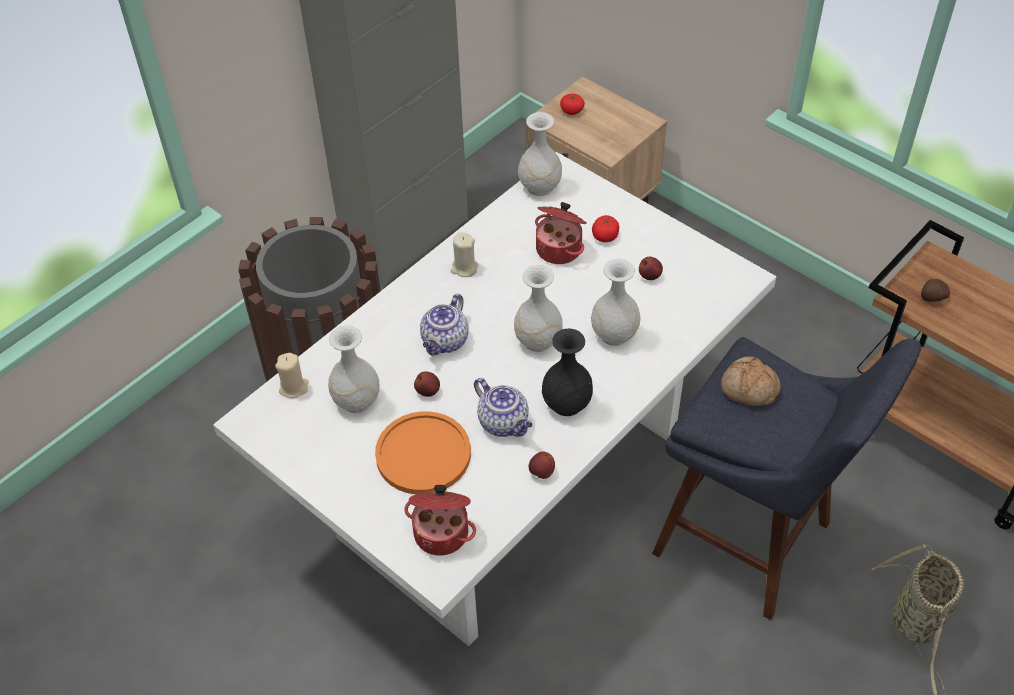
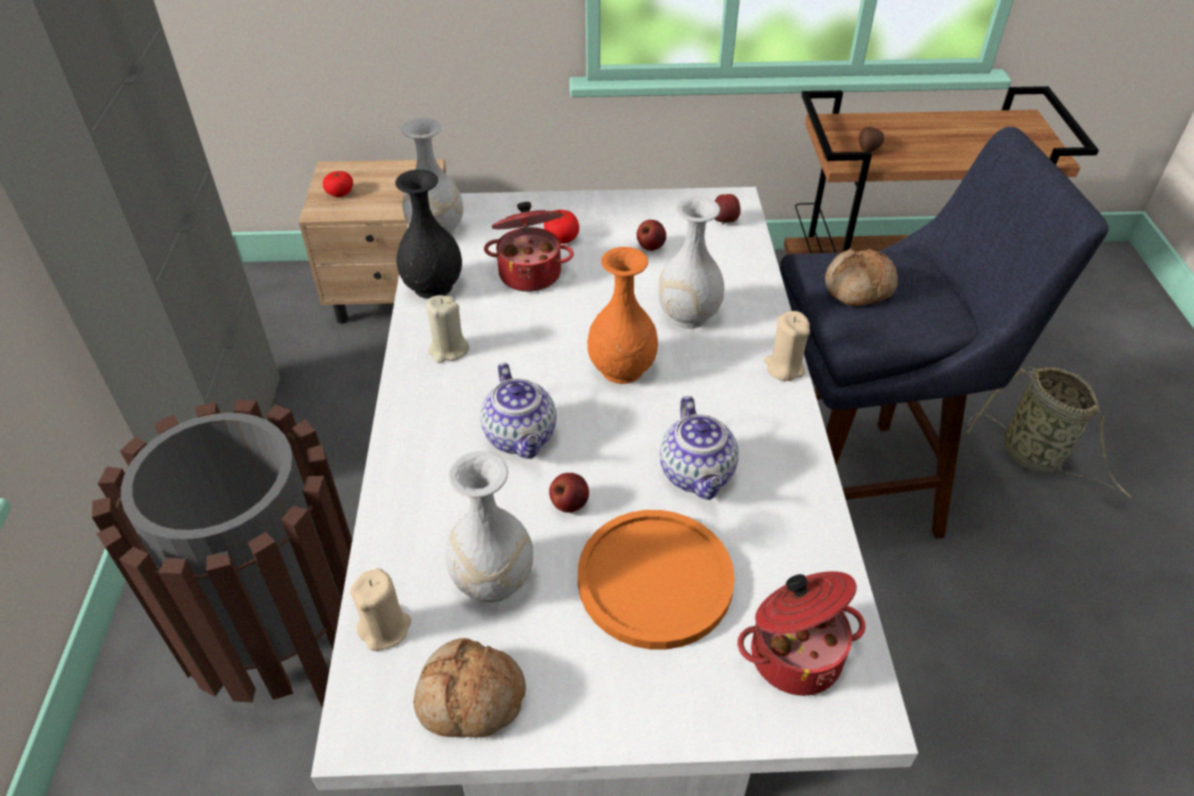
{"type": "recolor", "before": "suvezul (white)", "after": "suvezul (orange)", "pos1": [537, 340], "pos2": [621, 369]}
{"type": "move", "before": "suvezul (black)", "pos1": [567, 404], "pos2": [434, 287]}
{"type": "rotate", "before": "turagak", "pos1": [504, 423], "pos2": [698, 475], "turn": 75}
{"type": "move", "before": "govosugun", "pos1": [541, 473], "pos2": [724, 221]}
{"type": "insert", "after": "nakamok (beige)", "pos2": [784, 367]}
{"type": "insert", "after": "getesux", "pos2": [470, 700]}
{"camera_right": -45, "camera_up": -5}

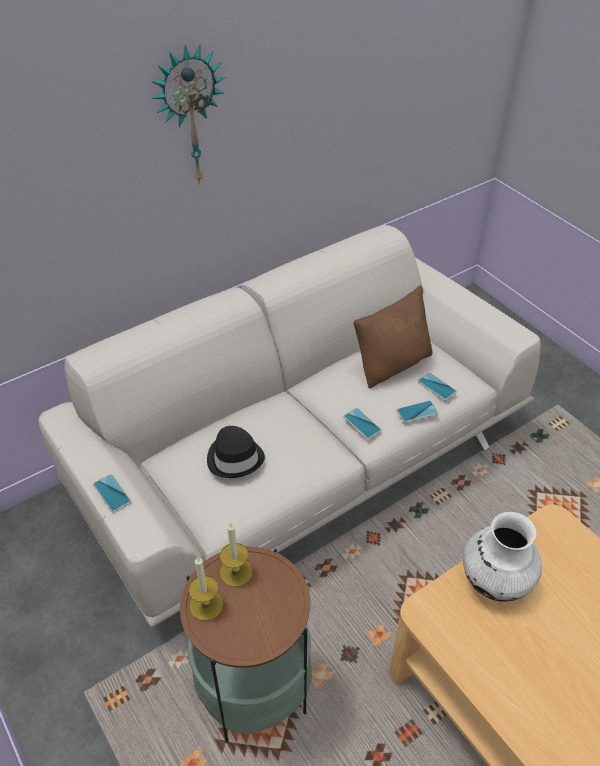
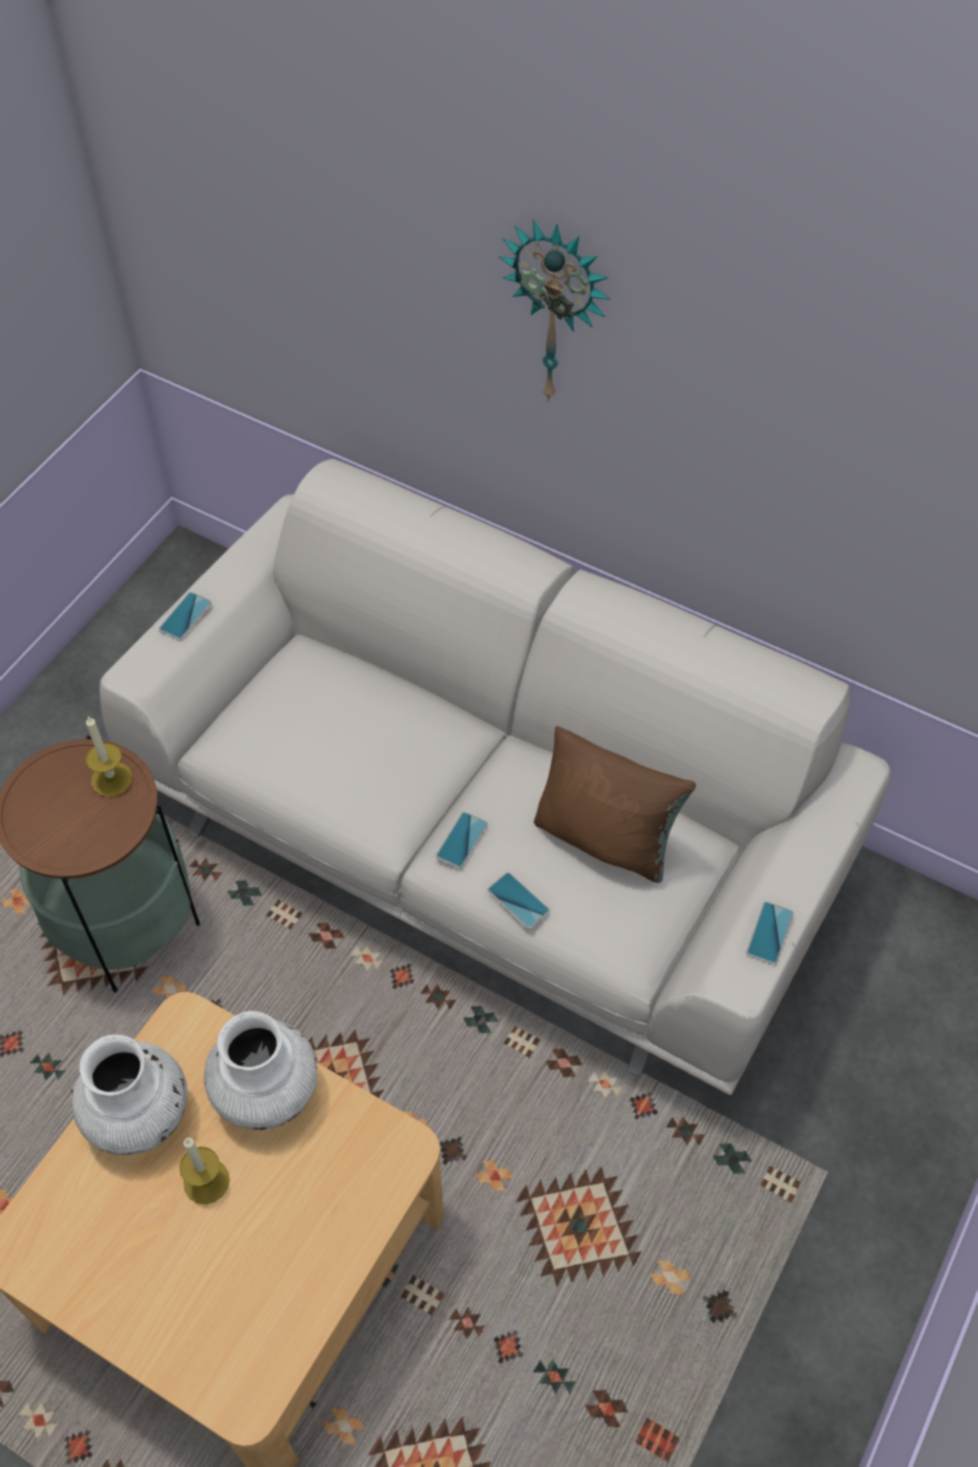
{"type": "move", "before": "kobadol", "pos1": [437, 386], "pos2": [769, 933]}
{"type": "delete", "before": "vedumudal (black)", "pos1": [235, 458]}
{"type": "move", "before": "nakamok", "pos1": [206, 605], "pos2": [206, 1181]}
{"type": "insert", "after": "suvezul (white)", "pos2": [140, 1116]}
{"camera_right": 65, "camera_up": 10}

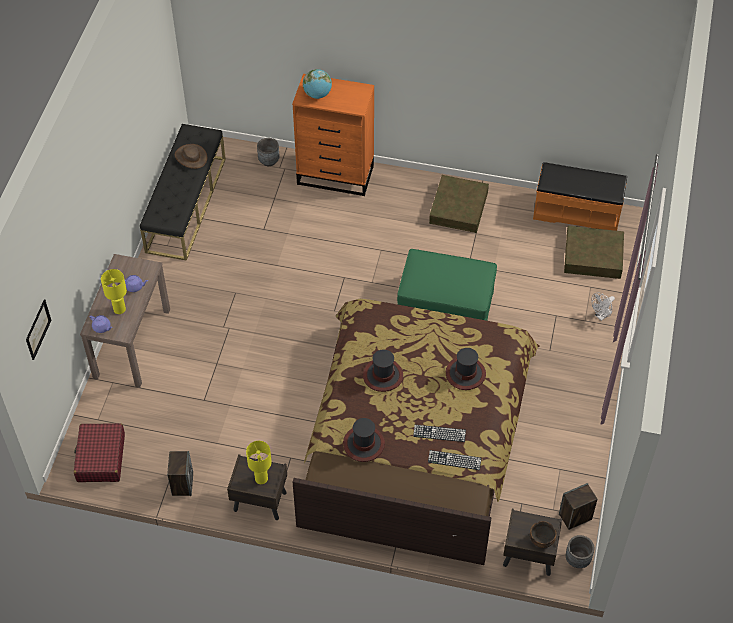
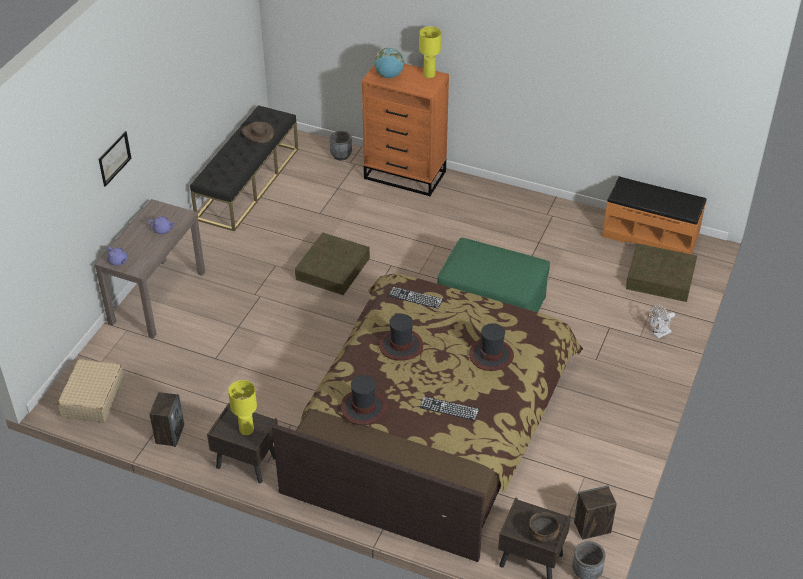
{"type": "move", "before": "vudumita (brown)", "pos1": [458, 208], "pos2": [333, 269]}
{"type": "move", "before": "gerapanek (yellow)", "pos1": [119, 309], "pos2": [429, 74]}
{"type": "move", "before": "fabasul", "pos1": [38, 329], "pos2": [114, 158]}
{"type": "recolor", "before": "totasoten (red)", "after": "totasoten (beige)", "pos1": [100, 458], "pos2": [92, 398]}
{"type": "move", "before": "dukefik", "pos1": [454, 460], "pos2": [415, 297]}
{"camera_right": 10, "camera_up": -10}

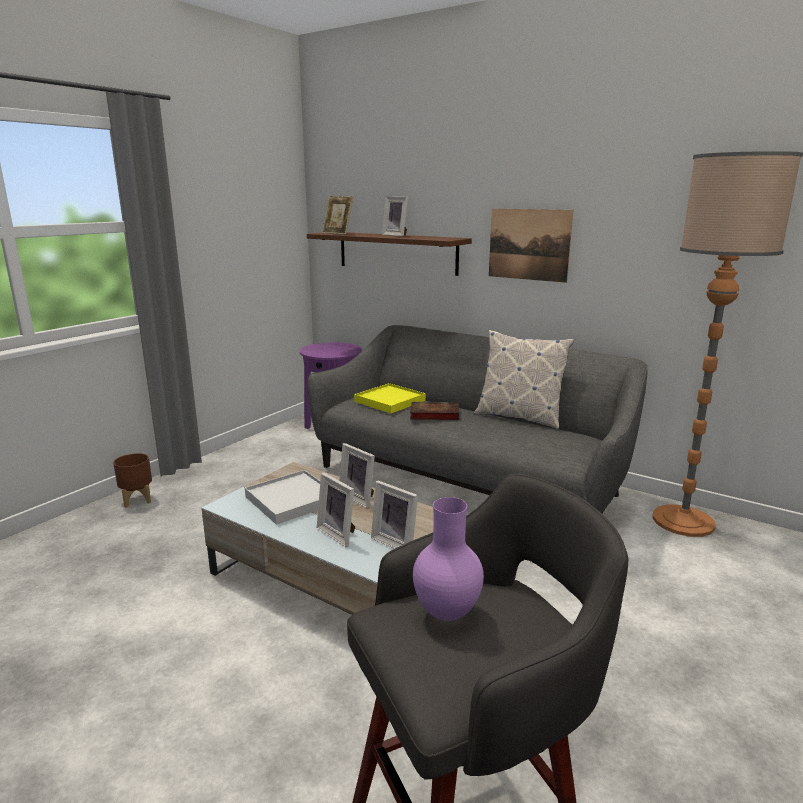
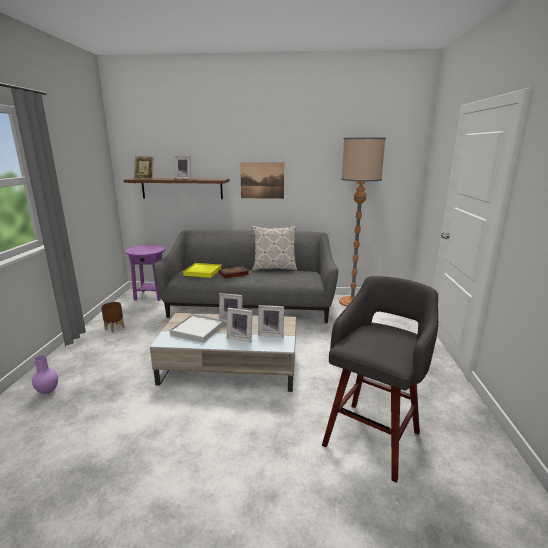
{"type": "move", "before": "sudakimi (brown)", "pos1": [137, 499], "pos2": [114, 328]}
{"type": "move", "before": "suvezul (purple)", "pos1": [447, 612], "pos2": [48, 391]}
{"camera_right": -30, "camera_up": 0}

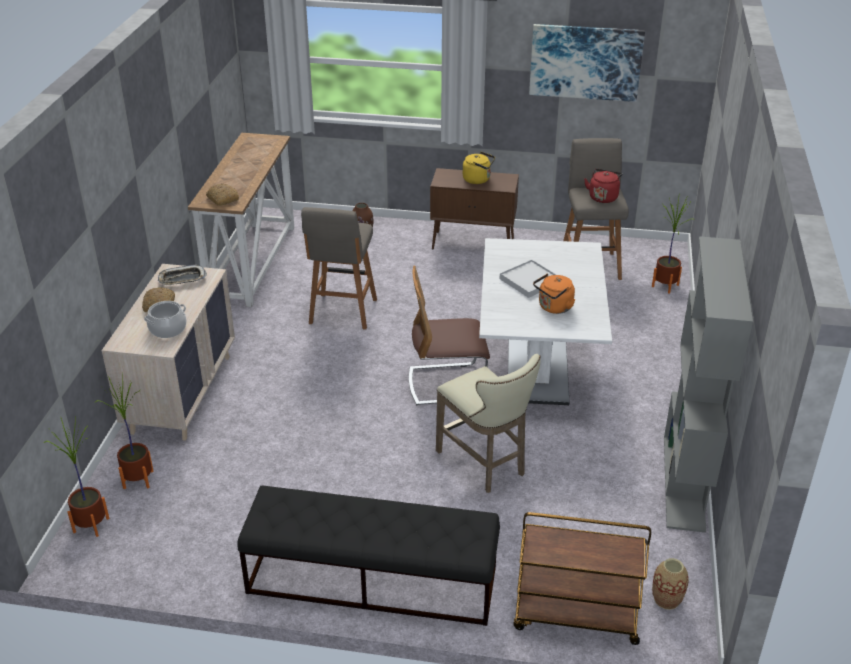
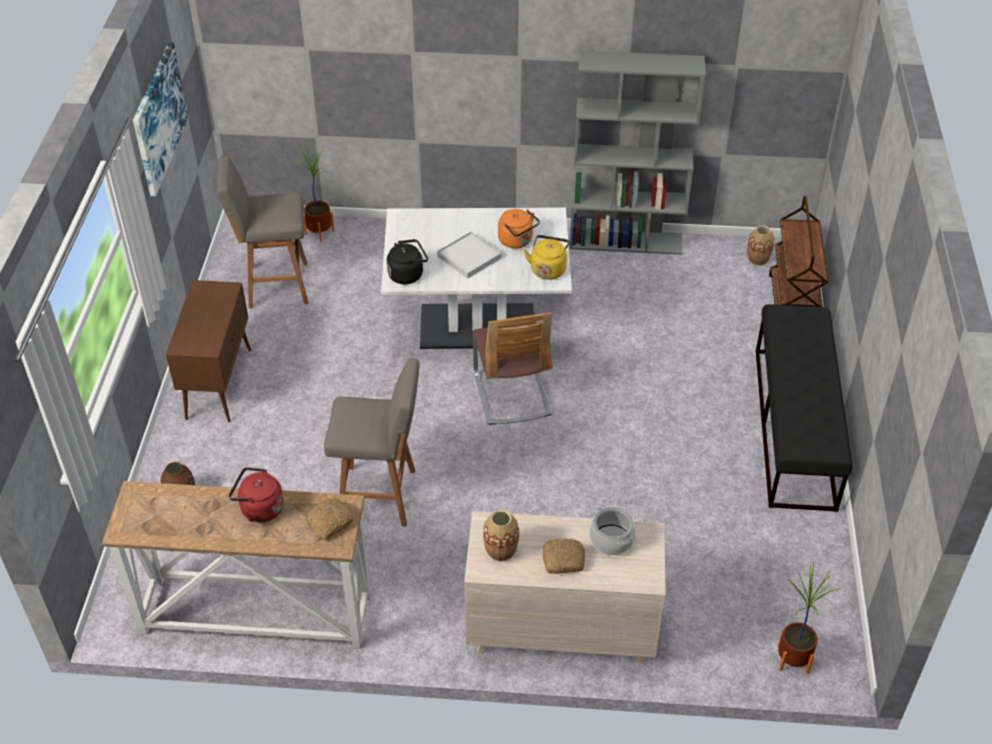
{"type": "move", "before": "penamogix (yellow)", "pos1": [478, 180], "pos2": [548, 269]}
{"type": "move", "before": "penamogix (red)", "pos1": [603, 197], "pos2": [259, 509]}
{"type": "replace", "before": "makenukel", "after": "suvezul", "pos1": [182, 279], "pos2": [501, 550]}
{"type": "delete", "before": "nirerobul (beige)", "pos1": [484, 464]}
{"type": "delete", "before": "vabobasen", "pos1": [138, 479]}
{"type": "insert", "after": "penamogix (black)", "pos2": [407, 274]}
{"camera_right": -95, "camera_up": 10}

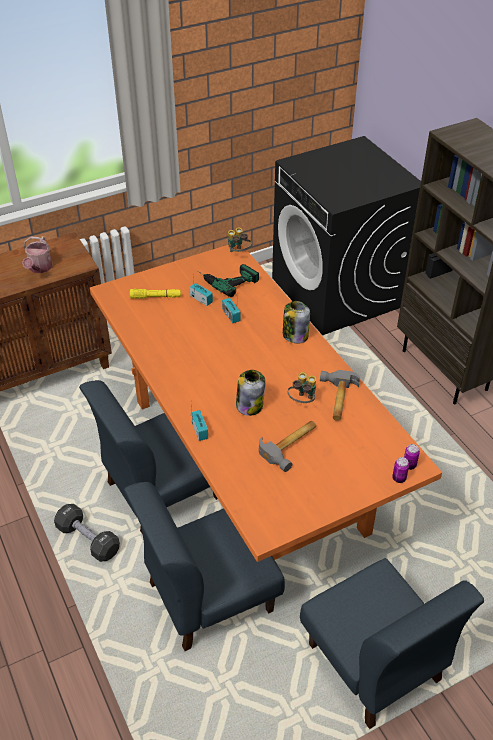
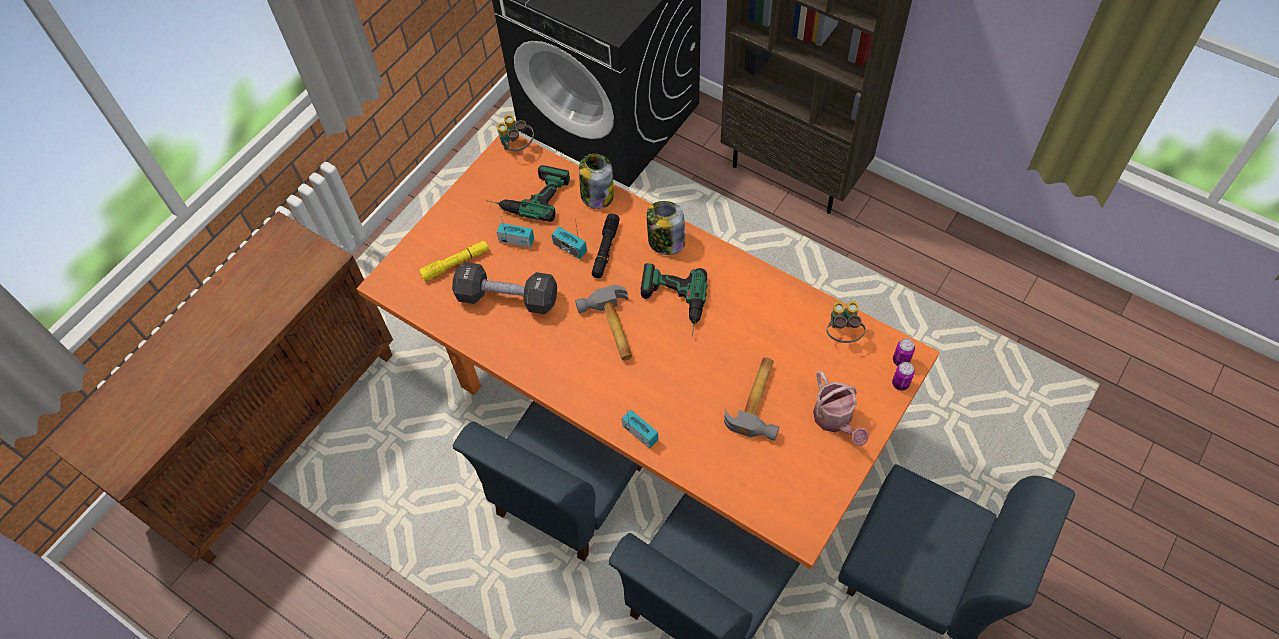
{"type": "move", "before": "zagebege", "pos1": [39, 268], "pos2": [835, 420]}
{"type": "move", "before": "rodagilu", "pos1": [249, 405], "pos2": [597, 195]}
{"type": "move", "before": "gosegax", "pos1": [336, 399], "pos2": [611, 329]}
{"type": "move", "before": "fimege", "pos1": [302, 401], "pos2": [842, 334]}
{"type": "move", "before": "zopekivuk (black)", "pos1": [88, 540], "pos2": [507, 298]}
{"type": "insert", "after": "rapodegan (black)", "pos2": [605, 250]}
{"type": "insert", "after": "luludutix", "pos2": [672, 304]}
{"camera_right": -25, "camera_up": 15}

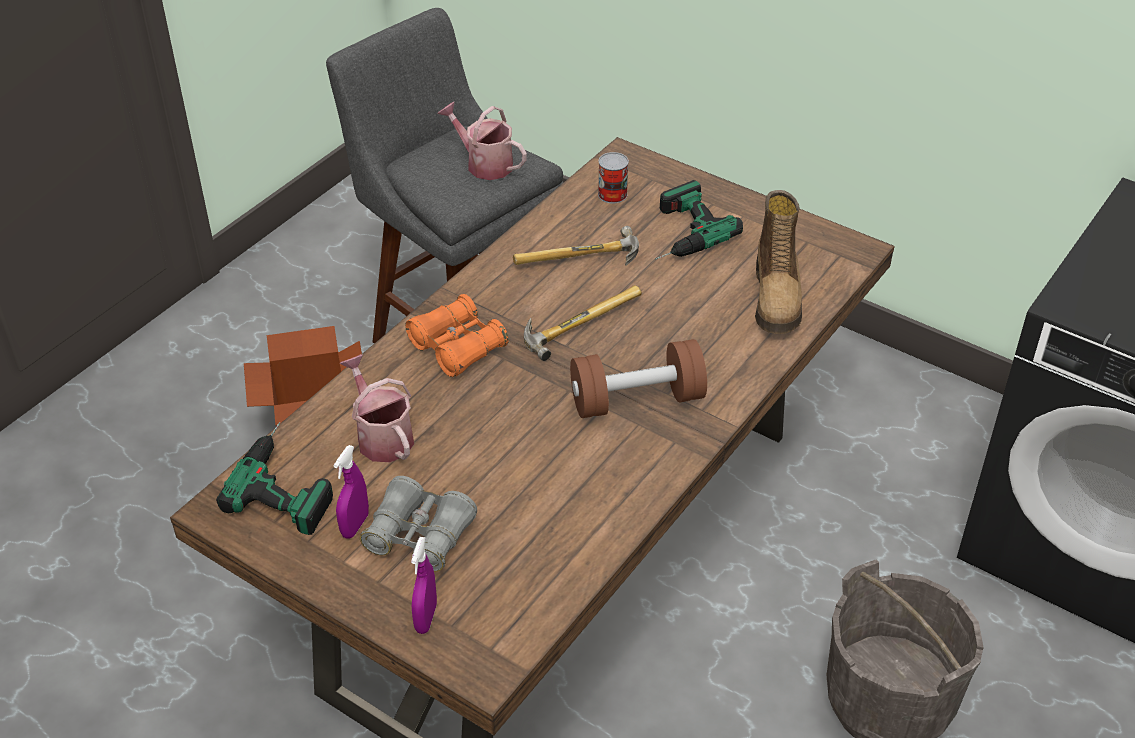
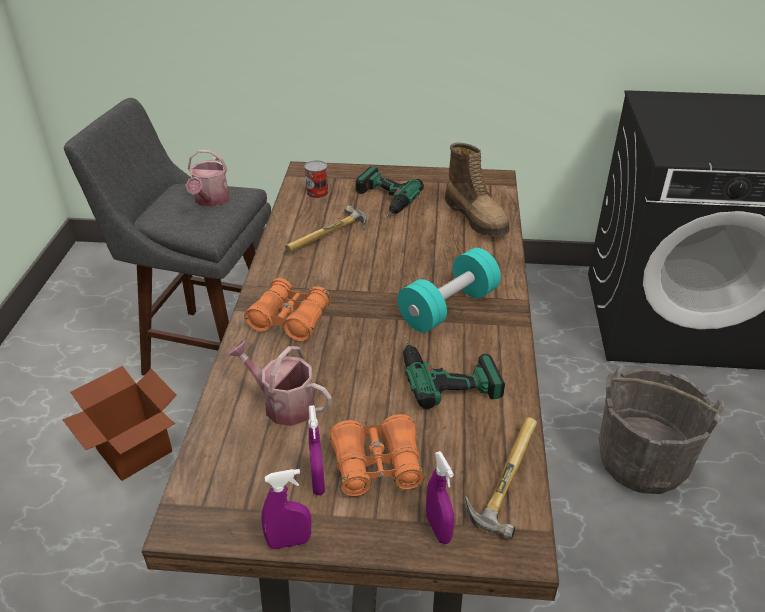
{"type": "rotate", "before": "zagebege", "pos1": [484, 163], "pos2": [210, 200], "turn": -90}
{"type": "move", "before": "gosegax", "pos1": [579, 321], "pos2": [501, 476]}
{"type": "recolor", "before": "zopekivuk (brown)", "after": "zopekivuk (turquoise)", "pos1": [637, 400], "pos2": [448, 307]}
{"type": "move", "before": "luludutix", "pos1": [289, 480], "pos2": [446, 370]}
{"type": "recolor", "before": "fimege (grey)", "after": "fimege (orange)", "pos1": [419, 535], "pos2": [377, 466]}
{"type": "insert", "after": "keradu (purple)", "pos2": [289, 542]}
{"camera_right": -30, "camera_up": -5}

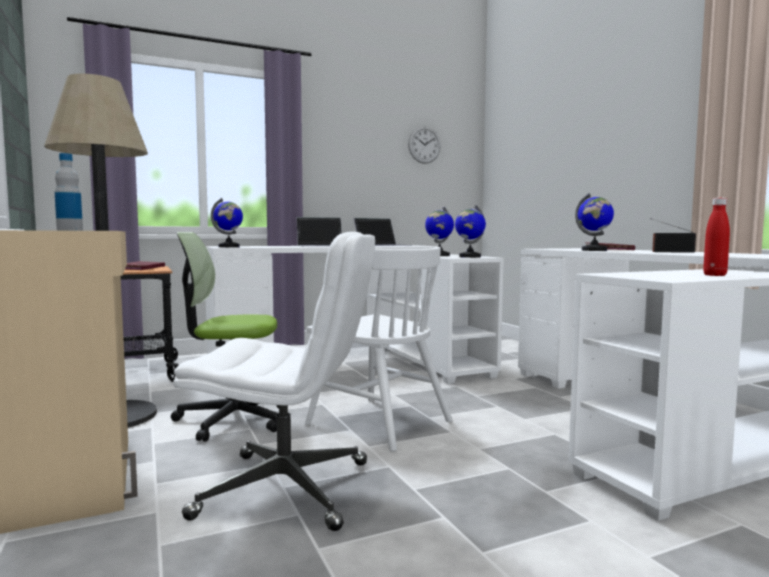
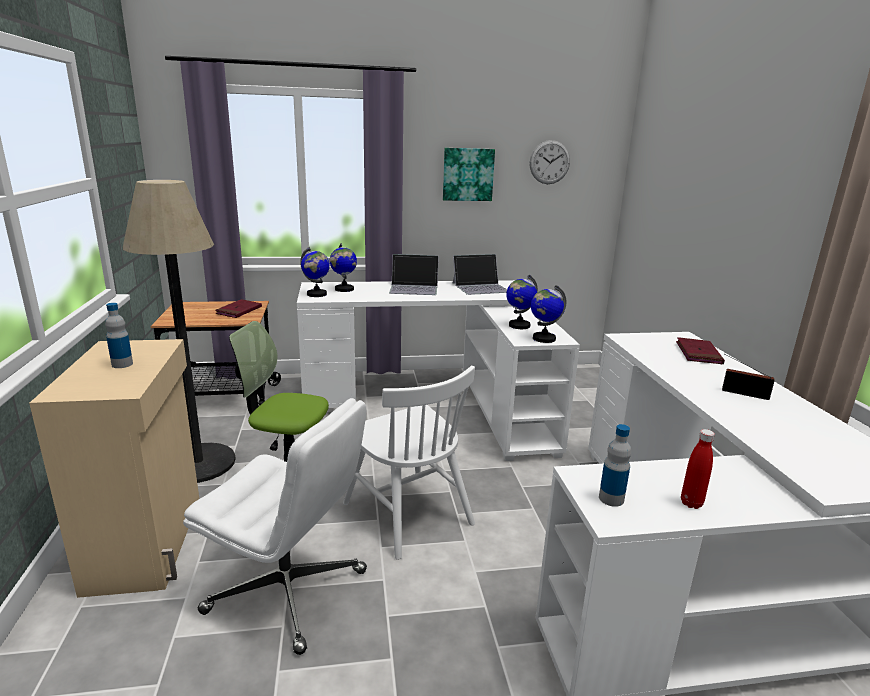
{"type": "move", "before": "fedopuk", "pos1": [594, 250], "pos2": [344, 289]}
{"type": "insert", "after": "fabasul", "pos2": [468, 174]}
{"type": "insert", "after": "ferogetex", "pos2": [611, 499]}
{"camera_right": 15, "camera_up": 15}

